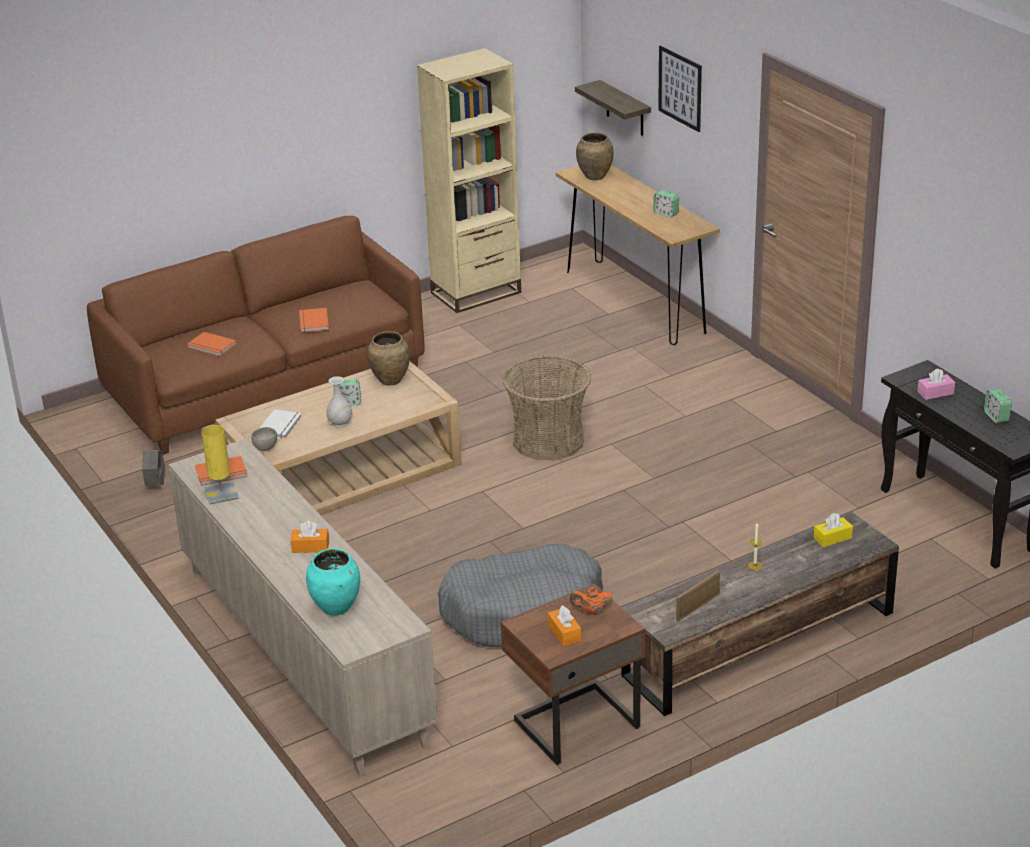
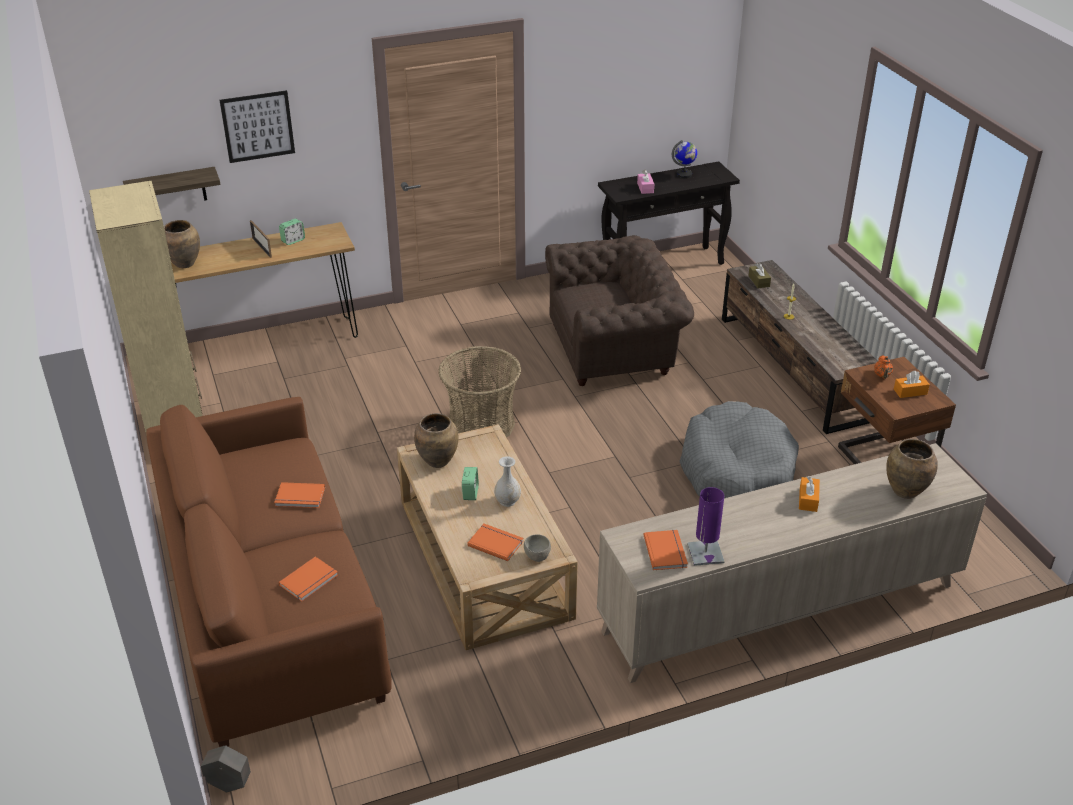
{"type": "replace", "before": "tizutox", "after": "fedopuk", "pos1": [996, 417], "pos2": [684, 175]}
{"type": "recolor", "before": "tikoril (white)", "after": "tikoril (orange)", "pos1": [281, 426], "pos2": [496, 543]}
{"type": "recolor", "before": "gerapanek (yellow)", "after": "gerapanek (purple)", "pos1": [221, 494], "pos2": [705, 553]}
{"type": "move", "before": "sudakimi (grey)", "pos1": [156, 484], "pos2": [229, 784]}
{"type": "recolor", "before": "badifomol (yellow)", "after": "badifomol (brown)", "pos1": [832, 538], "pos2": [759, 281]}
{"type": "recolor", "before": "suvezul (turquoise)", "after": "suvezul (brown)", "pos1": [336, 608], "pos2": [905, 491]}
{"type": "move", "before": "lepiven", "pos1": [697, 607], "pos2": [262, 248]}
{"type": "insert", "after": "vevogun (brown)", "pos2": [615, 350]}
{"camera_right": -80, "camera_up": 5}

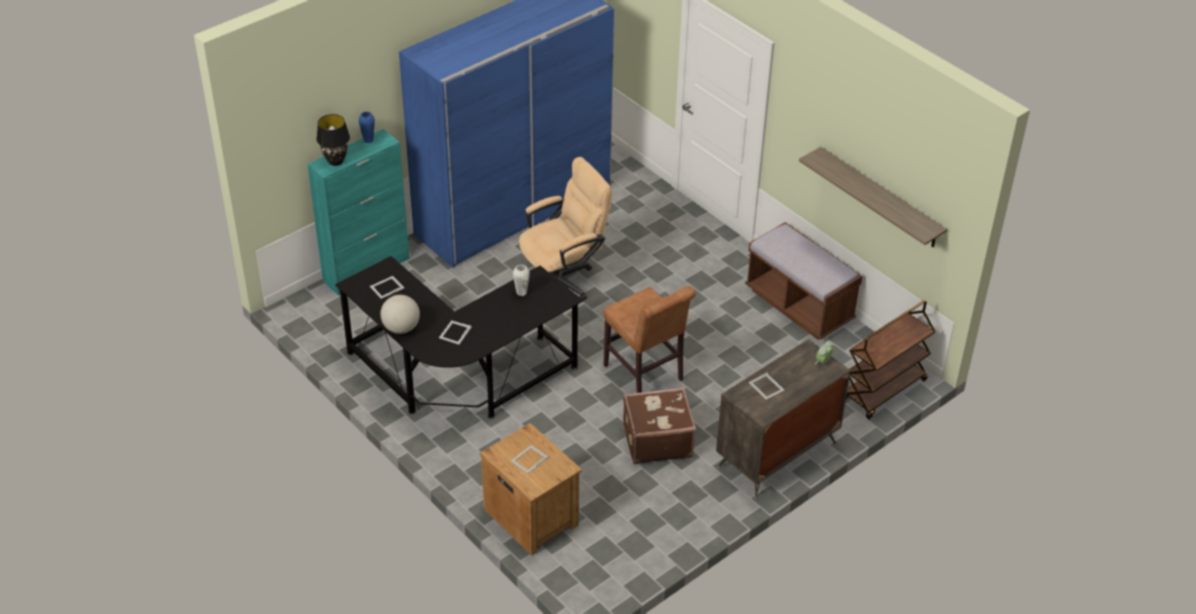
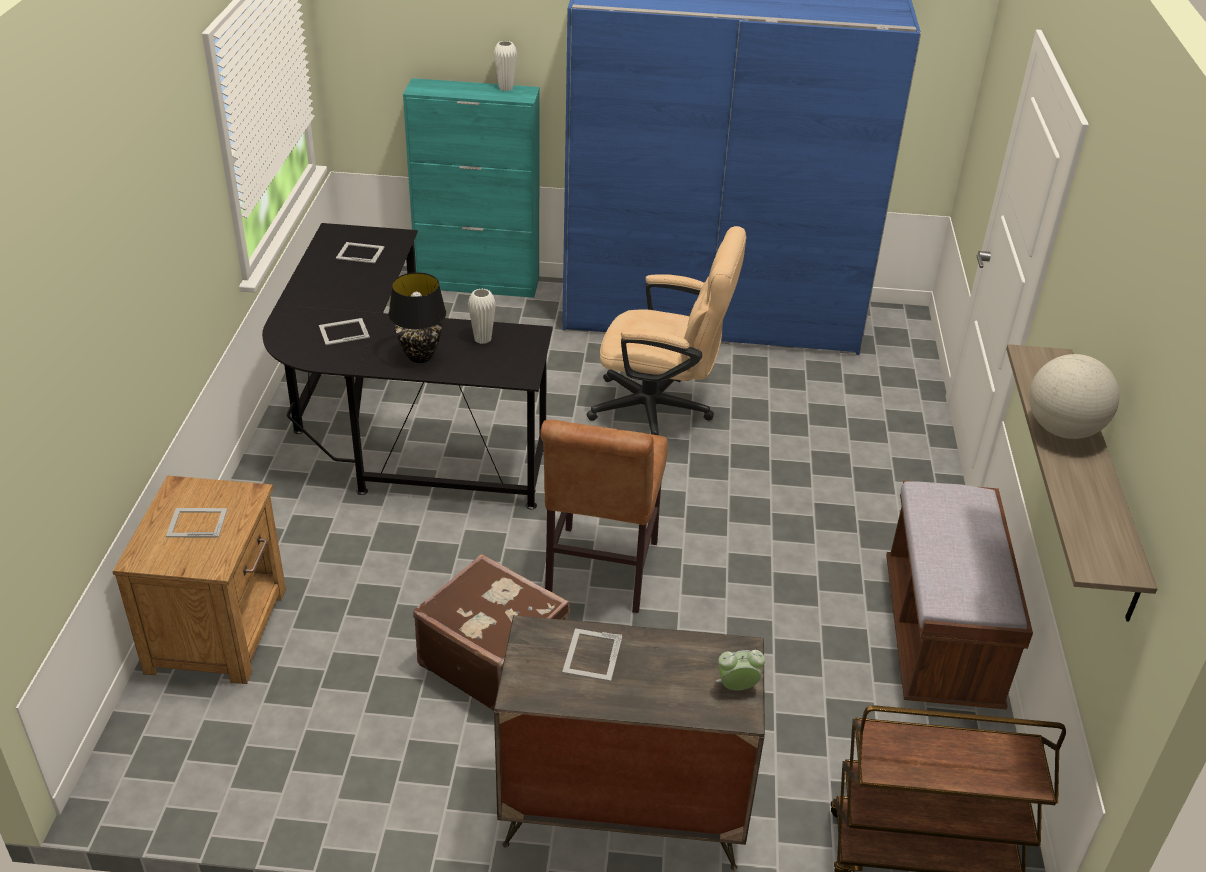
{"type": "recolor", "before": "suvezul (blue)", "after": "suvezul (white)", "pos1": [368, 140], "pos2": [506, 88]}
{"type": "move", "before": "gerapanek (black)", "pos1": [336, 161], "pos2": [420, 357]}
{"type": "move", "before": "fedopuk", "pos1": [401, 328], "pos2": [1063, 430]}
{"camera_right": 45, "camera_up": -5}

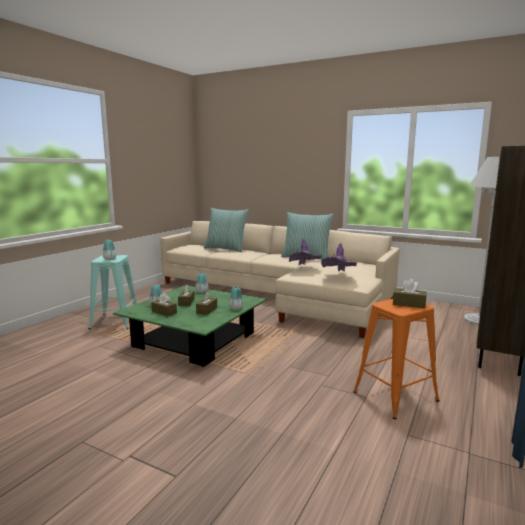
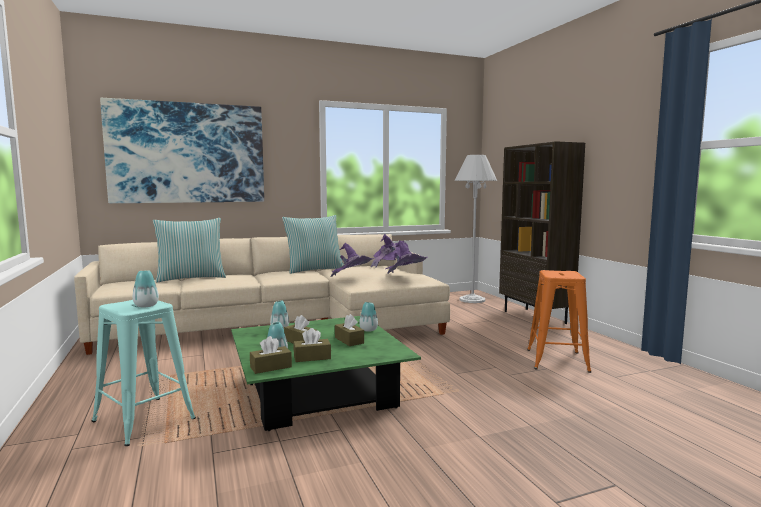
{"type": "move", "before": "badifomol (brown)", "pos1": [409, 304], "pos2": [271, 367]}
{"type": "insert", "after": "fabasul", "pos2": [187, 153]}
{"type": "insert", "after": "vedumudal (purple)", "pos2": [388, 264]}
{"camera_right": -50, "camera_up": -5}

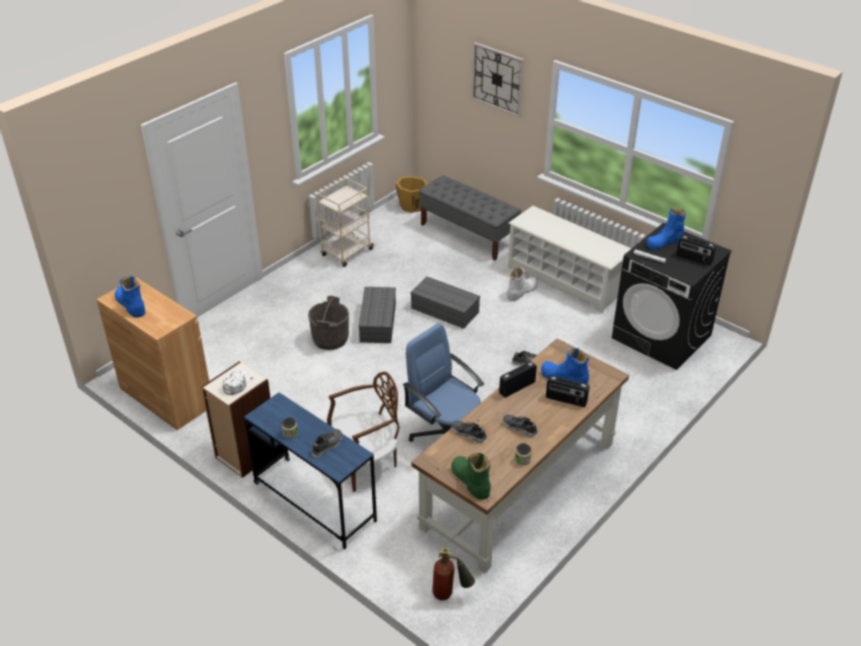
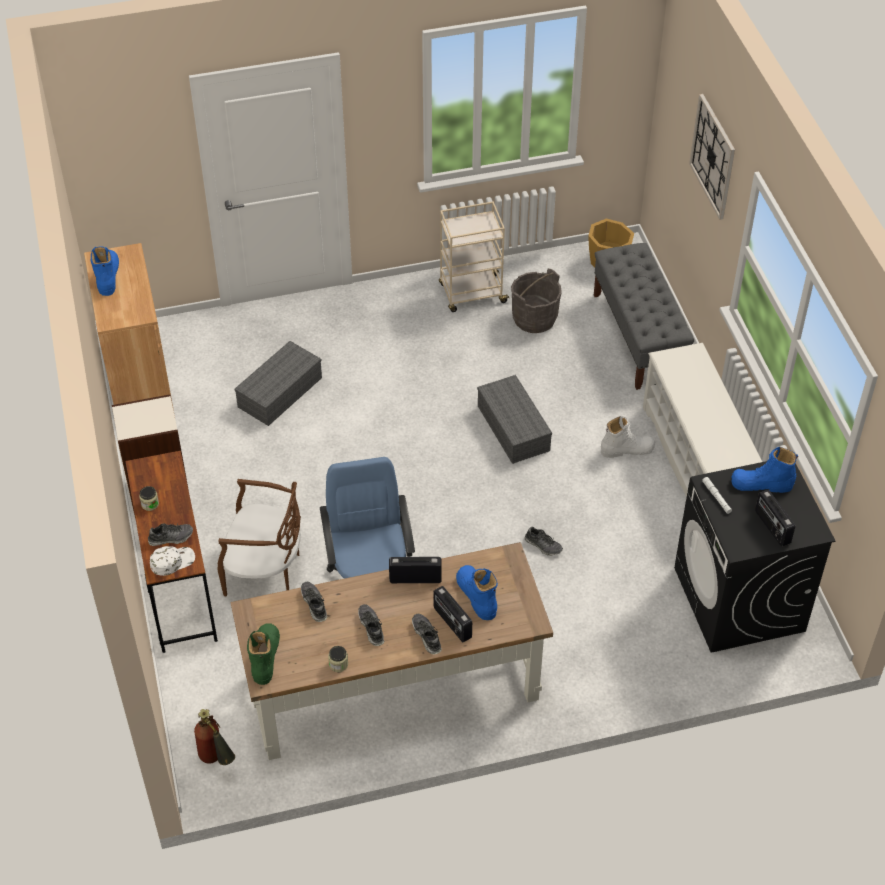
{"type": "move", "before": "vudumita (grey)", "pos1": [377, 322], "pos2": [280, 391]}
{"type": "move", "before": "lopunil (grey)", "pos1": [330, 339], "pos2": [534, 318]}
{"type": "move", "before": "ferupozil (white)", "pos1": [237, 383], "pos2": [172, 561]}
{"type": "recolor", "before": "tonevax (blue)", "after": "tonevax (brown)", "pos1": [314, 502], "pos2": [178, 585]}
{"type": "insert", "after": "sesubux", "pos2": [426, 636]}
{"camera_right": 35, "camera_up": 10}

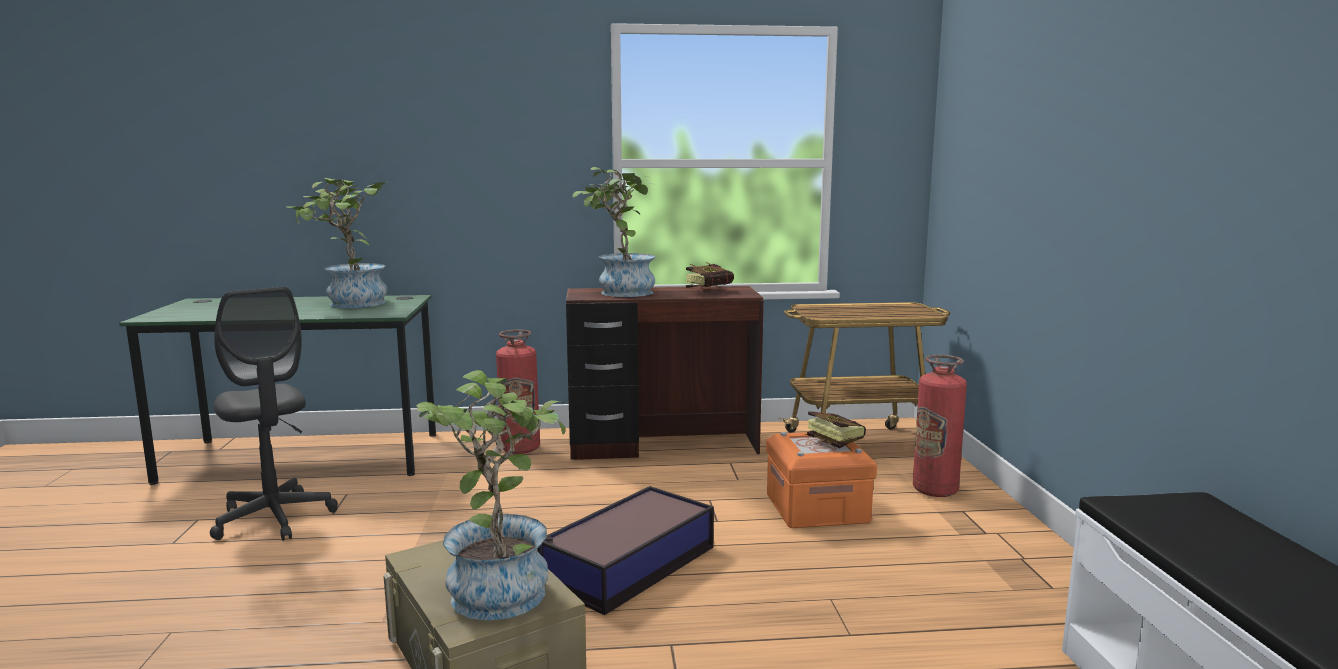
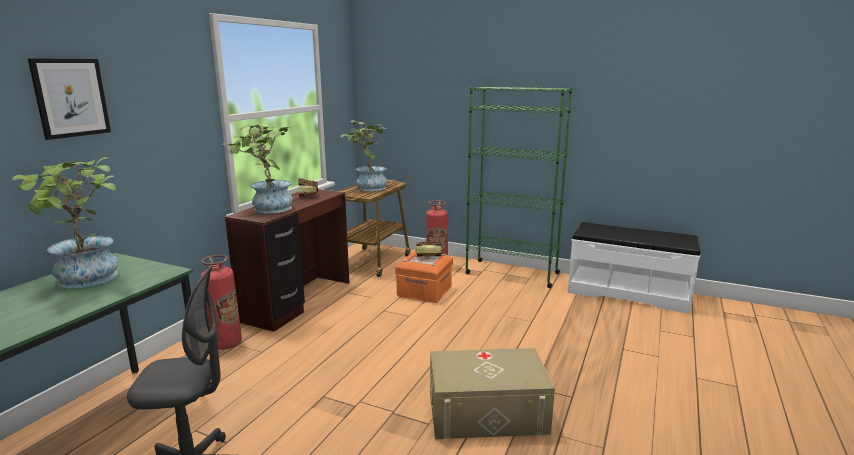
{"type": "move", "before": "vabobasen", "pos1": [499, 586], "pos2": [367, 187]}
{"type": "delete", "before": "vudumita", "pos1": [627, 565]}
{"type": "insert", "after": "fabasul", "pos2": [71, 98]}
{"type": "insert", "after": "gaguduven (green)", "pos2": [511, 273]}
{"camera_right": -60, "camera_up": 5}

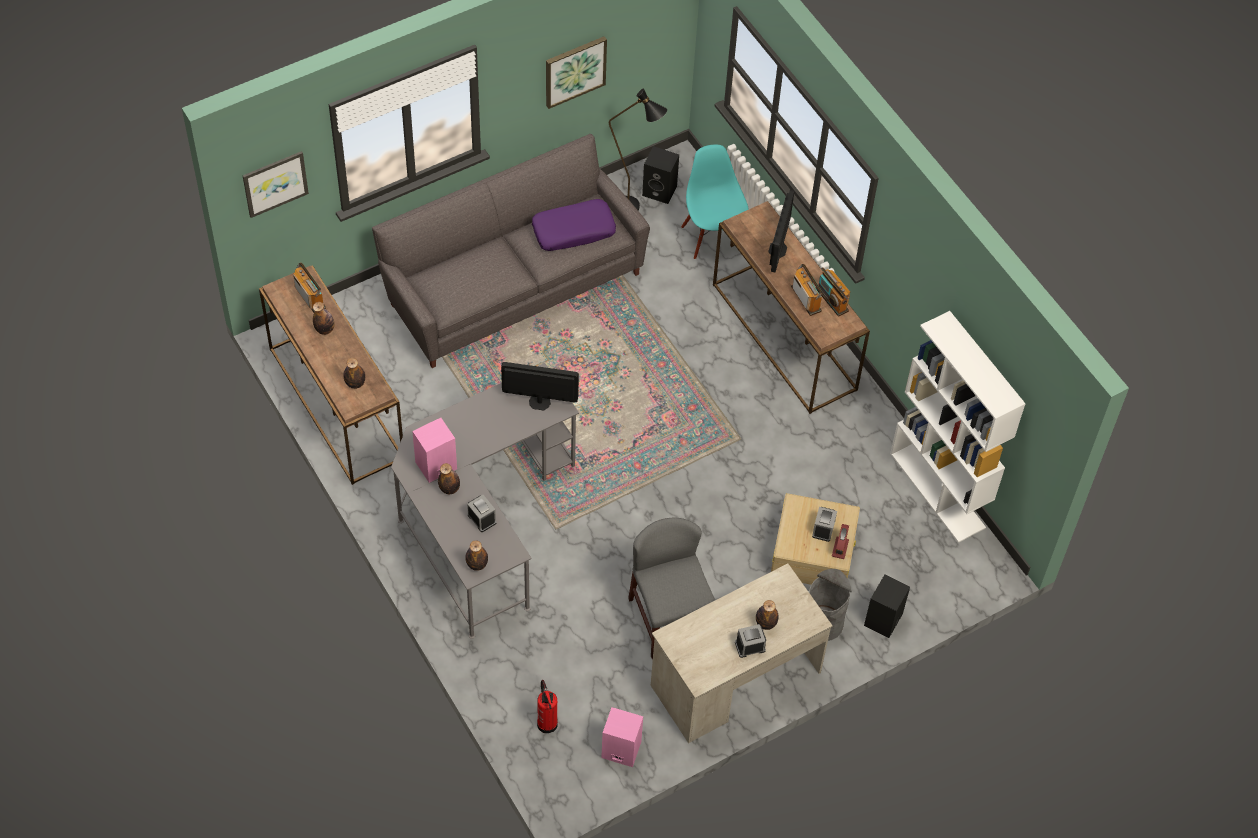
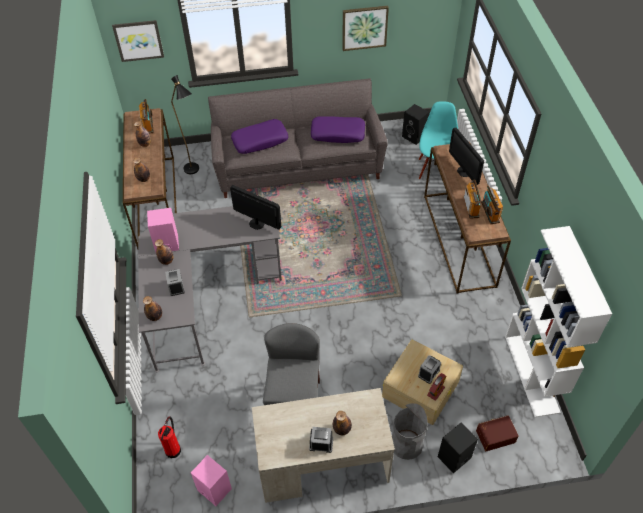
{"type": "move", "before": "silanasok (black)", "pos1": [635, 209], "pos2": [194, 172]}
{"type": "rotate", "before": "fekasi", "pos1": [777, 249], "pos2": [464, 171], "turn": 120}
{"type": "insert", "after": "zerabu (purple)", "pos2": [260, 141]}
{"type": "insert", "after": "vudumita (brown)", "pos2": [495, 435]}
{"camera_right": 25, "camera_up": -5}

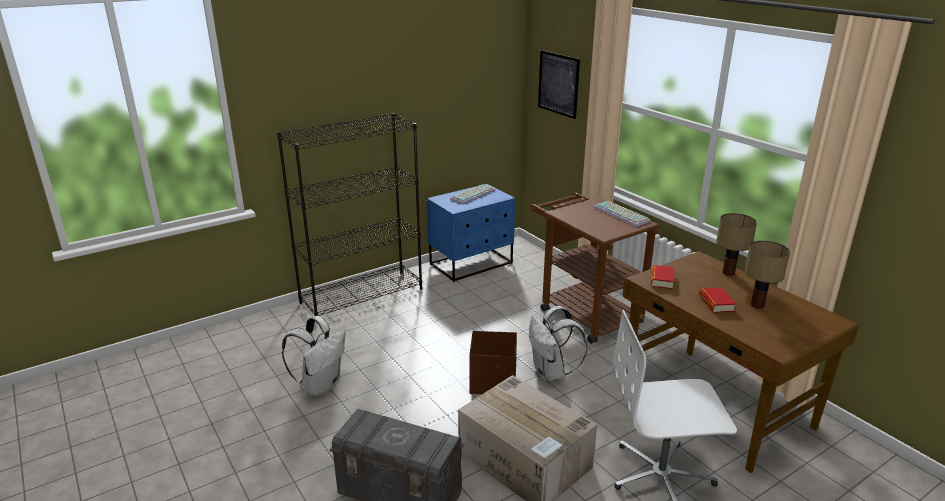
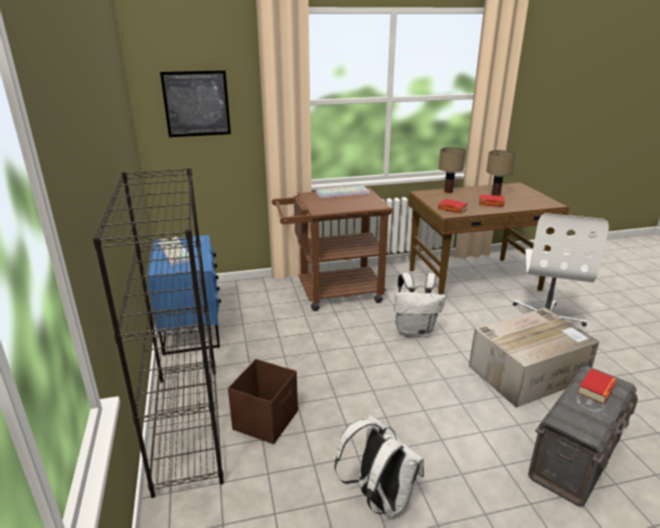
{"type": "move", "before": "vudumita (brown)", "pos1": [493, 382], "pos2": [266, 420]}
{"type": "insert", "after": "tikoril", "pos2": [596, 389]}
{"camera_right": -70, "camera_up": 0}

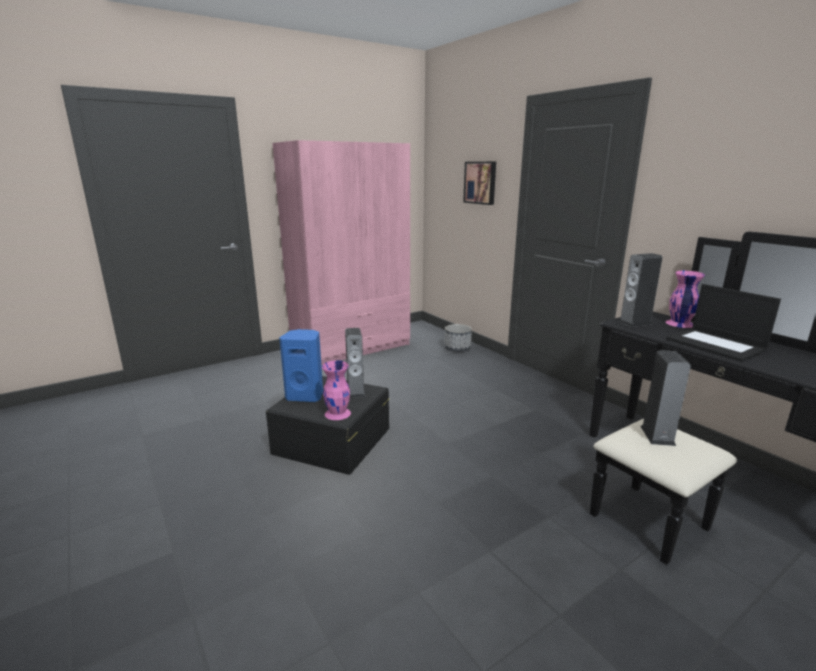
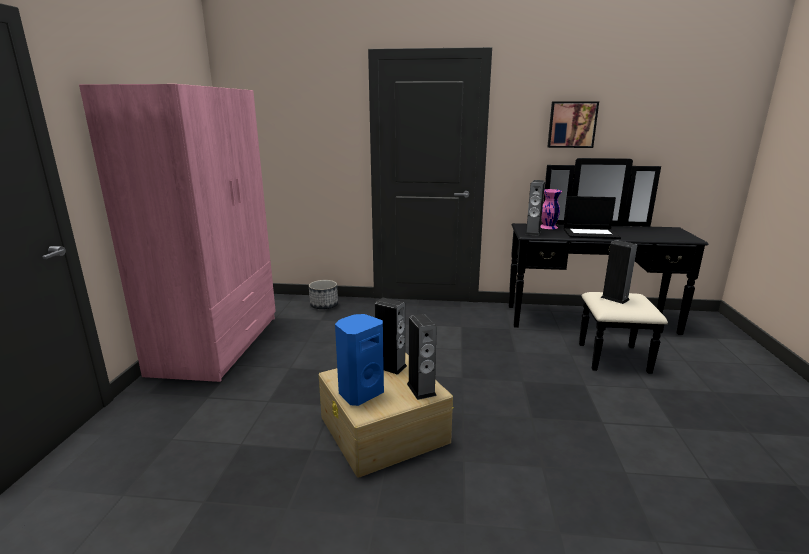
{"type": "move", "before": "fabasul", "pos1": [480, 182], "pos2": [572, 124]}
{"type": "replace", "before": "suvezul (pink)", "after": "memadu", "pos1": [338, 413], "pos2": [421, 389]}
{"type": "recolor", "before": "vudumita (black)", "after": "vudumita (beige)", "pos1": [331, 441], "pos2": [384, 430]}
{"camera_right": -50, "camera_up": 0}

